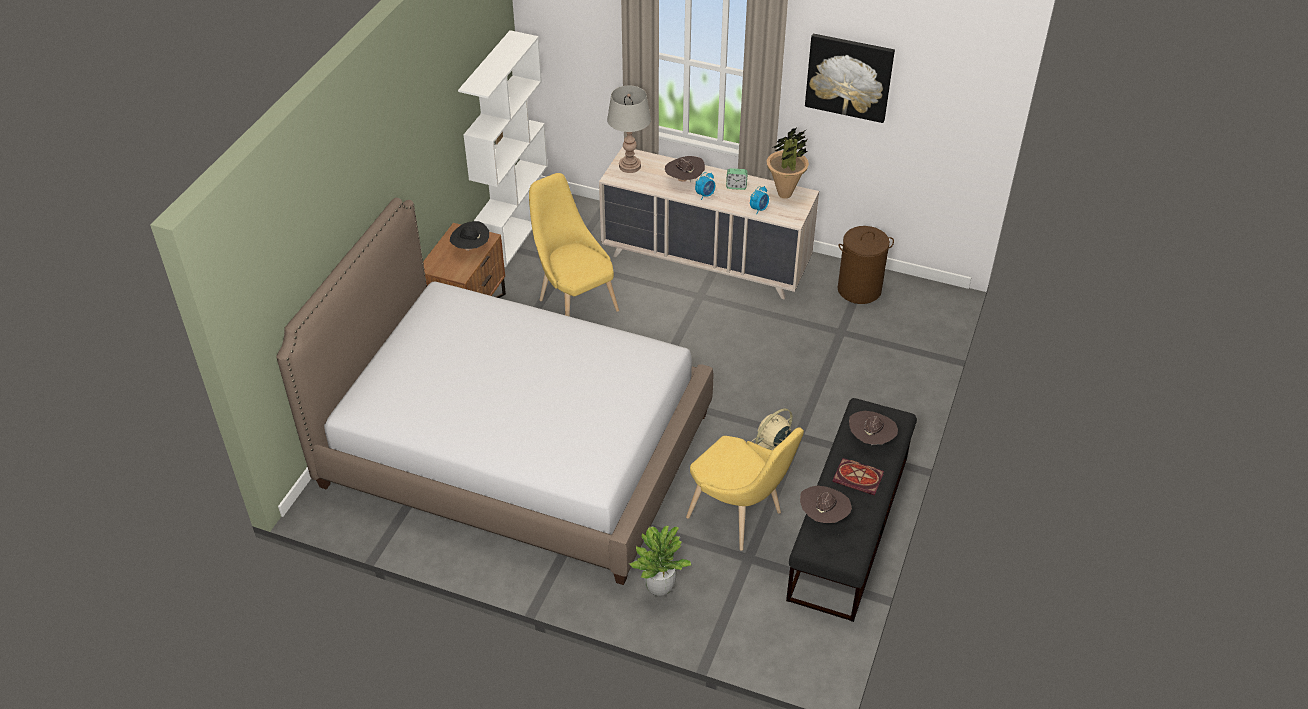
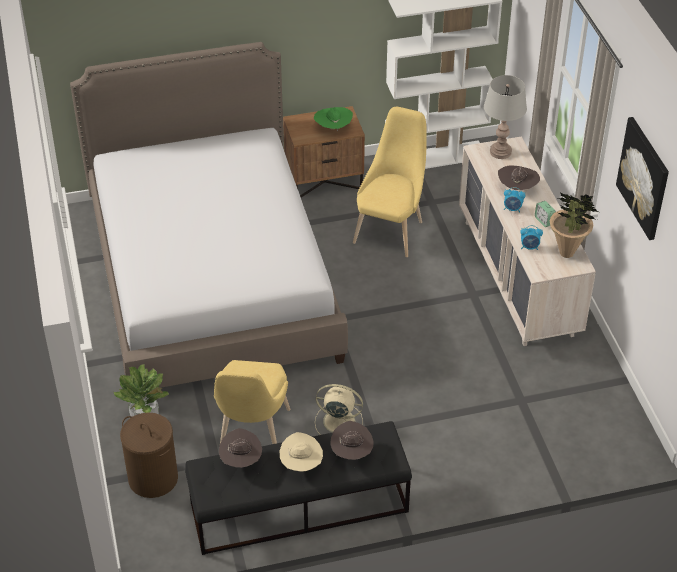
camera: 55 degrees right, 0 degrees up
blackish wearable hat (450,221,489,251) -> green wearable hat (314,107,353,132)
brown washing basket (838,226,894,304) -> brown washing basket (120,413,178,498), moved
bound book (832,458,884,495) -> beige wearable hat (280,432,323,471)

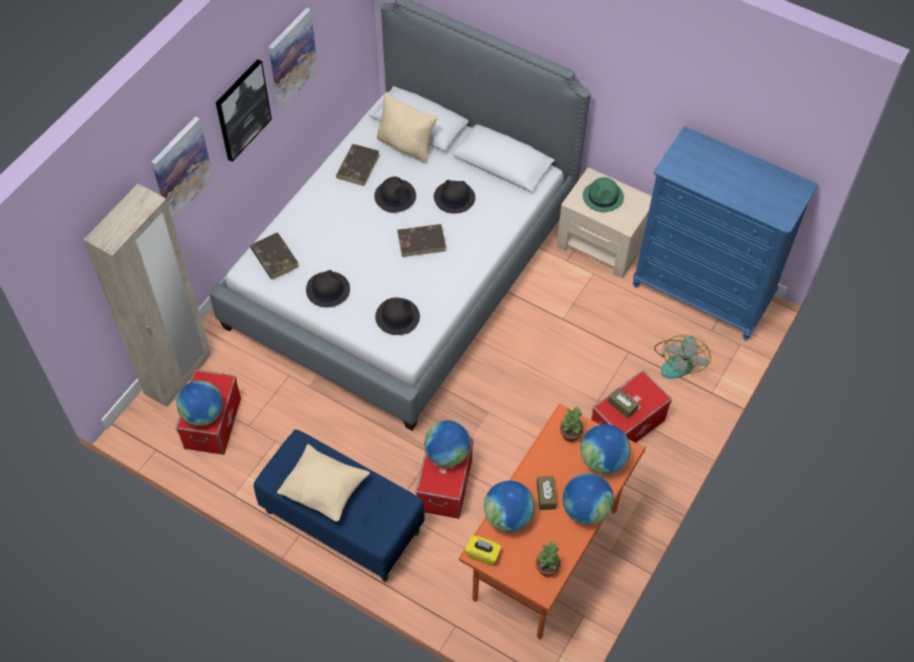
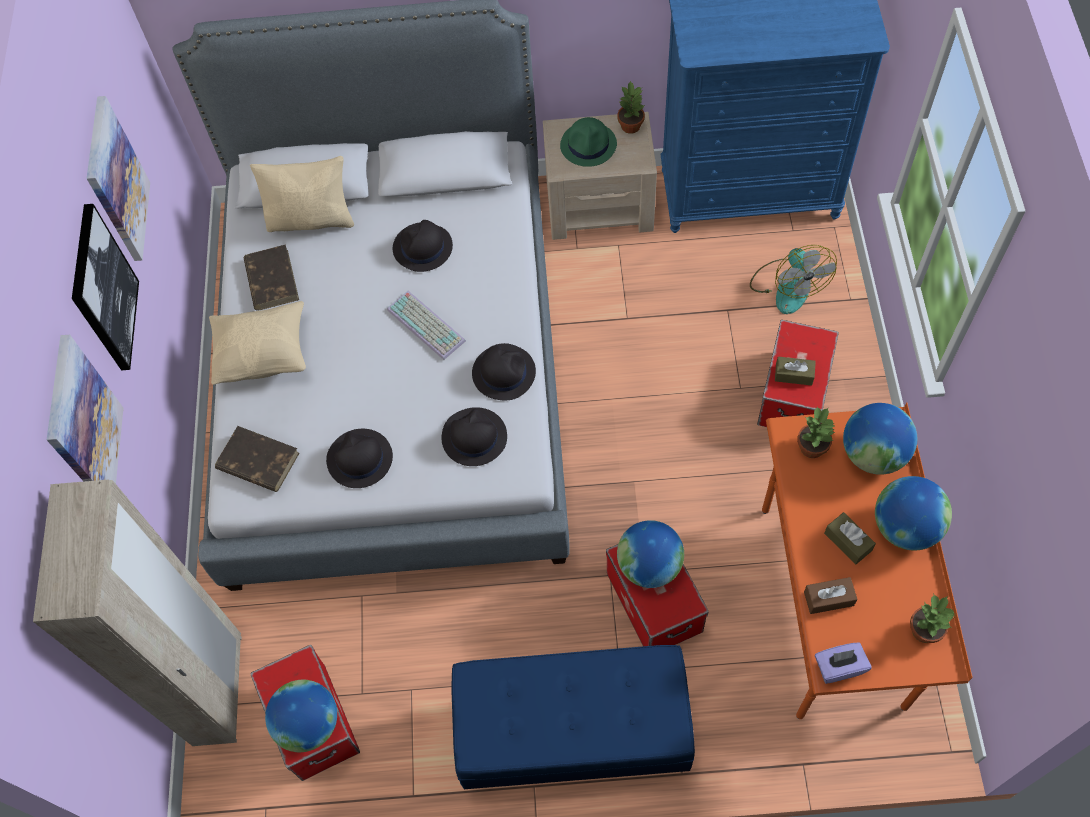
camera: 30 degrees left, 5 degrees up
blackish wearable hat (374,177,416,213) -> blackish wearable hat (472,343,536,400), moved
brown bound book (397,224,446,257) -> PC keyboard (387,291,466,360)
beige cushion (277,444,370,521) -> beige cushion (209,301,306,385), moved
desk globe (484,481,535,532) -> brown tissue holder (804,577,857,614)
yellowish tissue holder (465,535,502,565) -> purple-coloured tissue holder (815,642,872,684)
none -> plant in a pot (617,81,645,134)

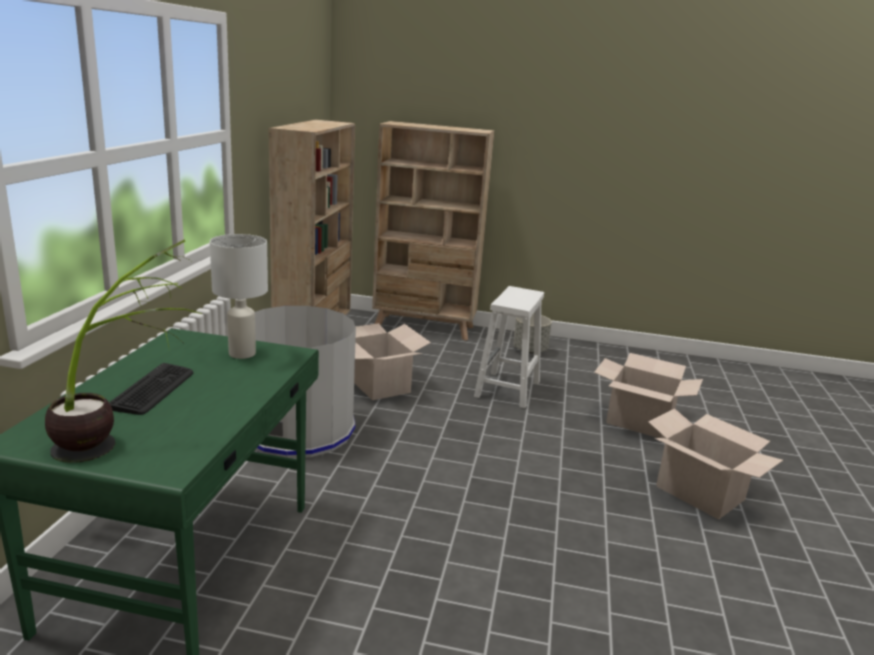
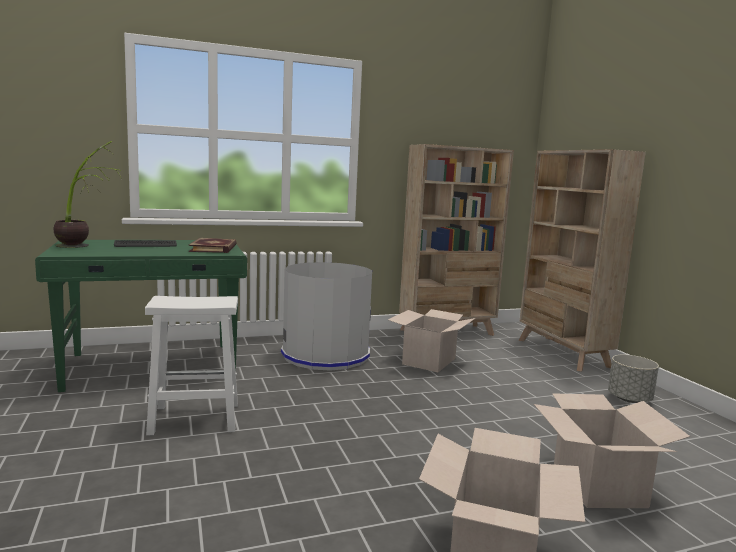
camera: 60 degrees right, 10 degrees down
whitish table lamp (210,234,268,359) -> bound book (189,238,237,253)
whitish sitting stool (474,286,544,408) -> whitish sitting stool (145,296,238,435), moved

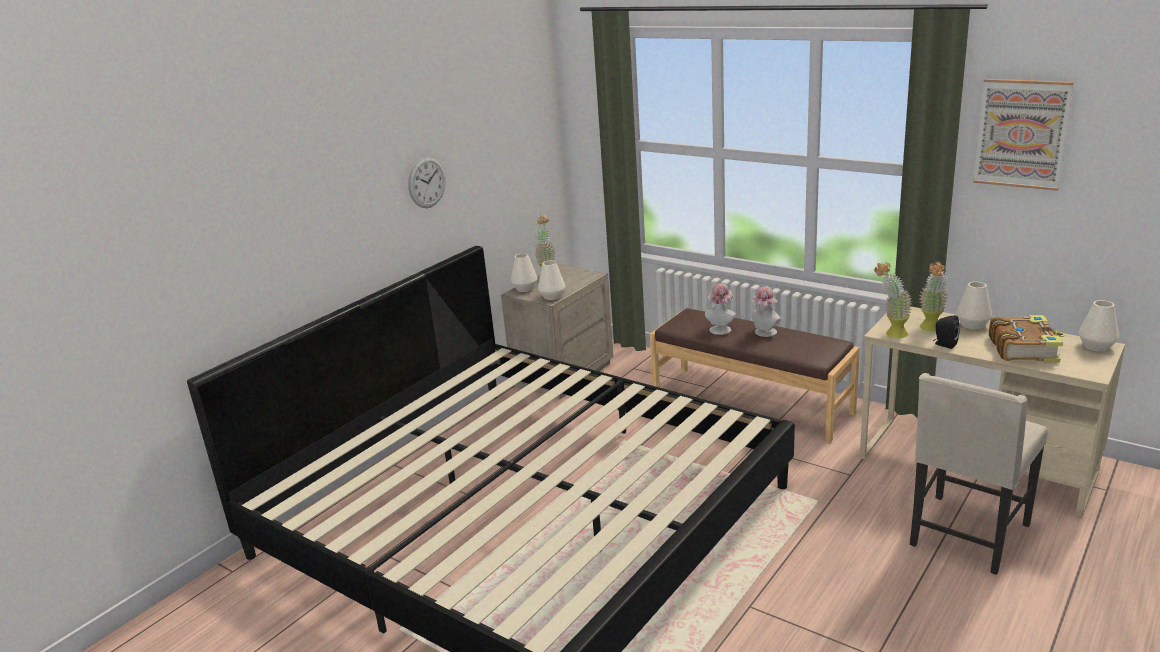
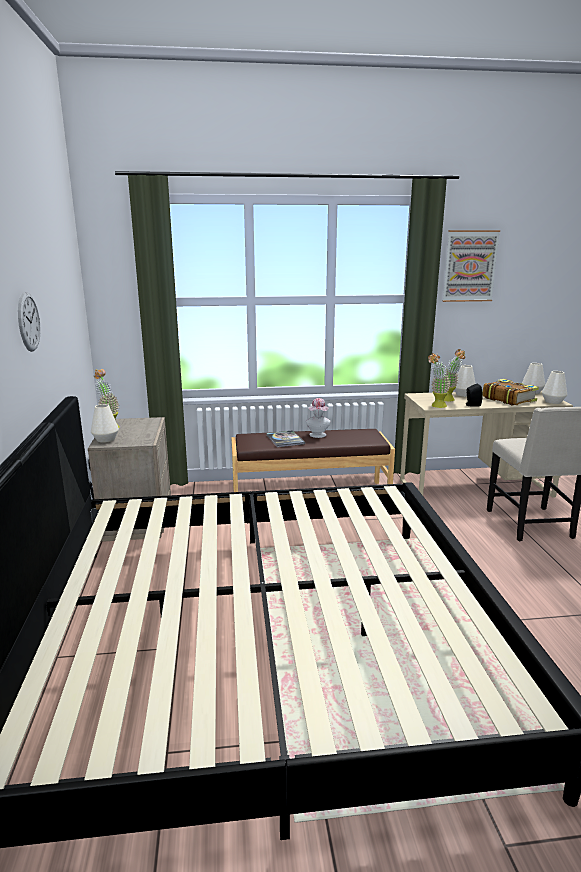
camera: 45 degrees left, 5 degrees down
whitish vase (538,260,565,300) -> whitish vase (542,371,567,404), moved
wearable hat (705,283,736,335) -> bound book (266,430,305,447)

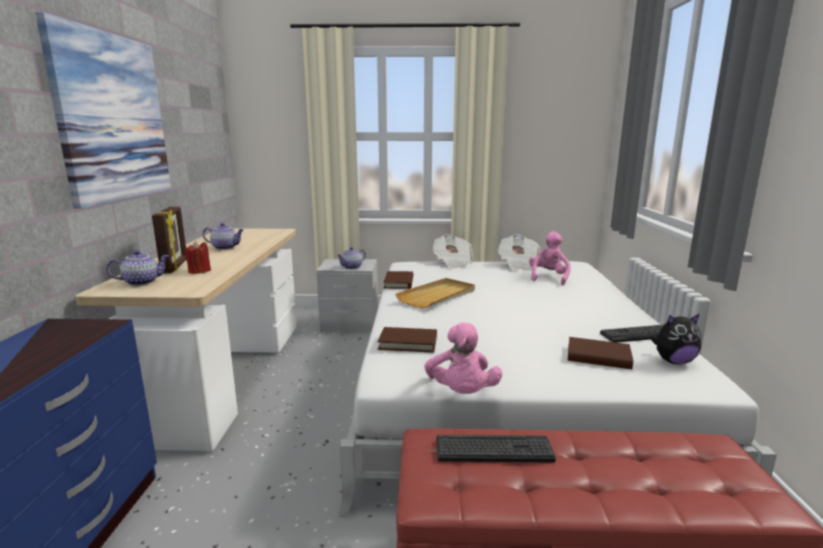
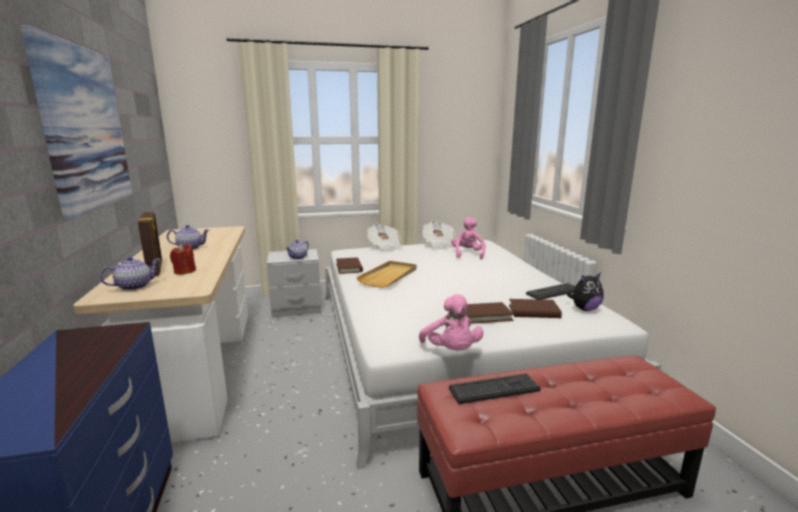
camera: 15 degrees left, 0 degrees up
brown bound book (378,327,437,353) -> brown bound book (465,302,514,324), moved

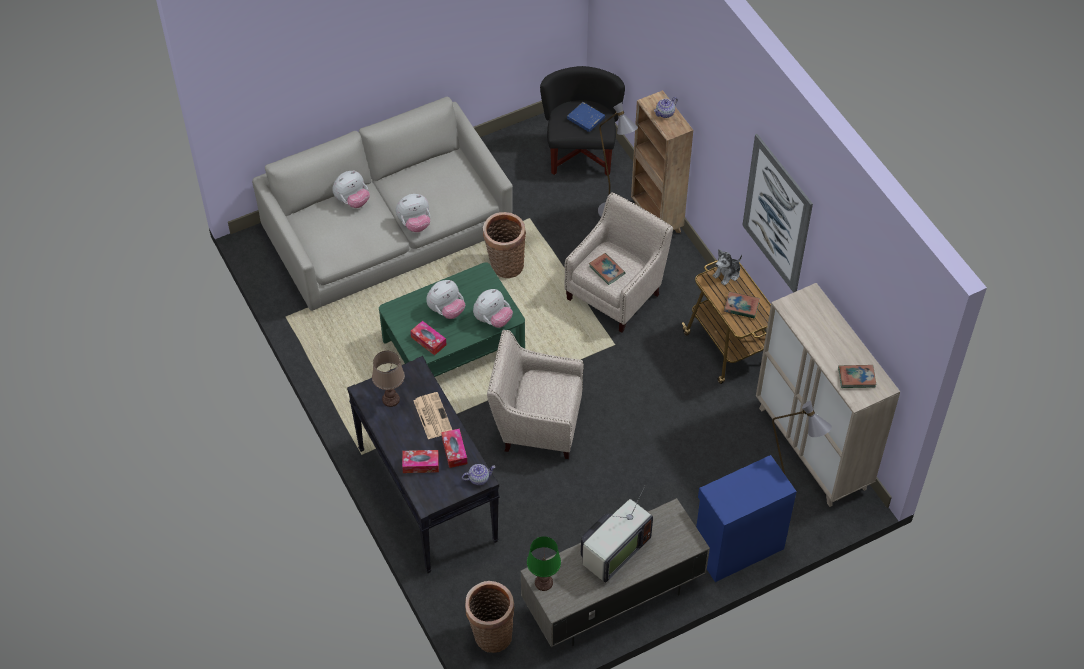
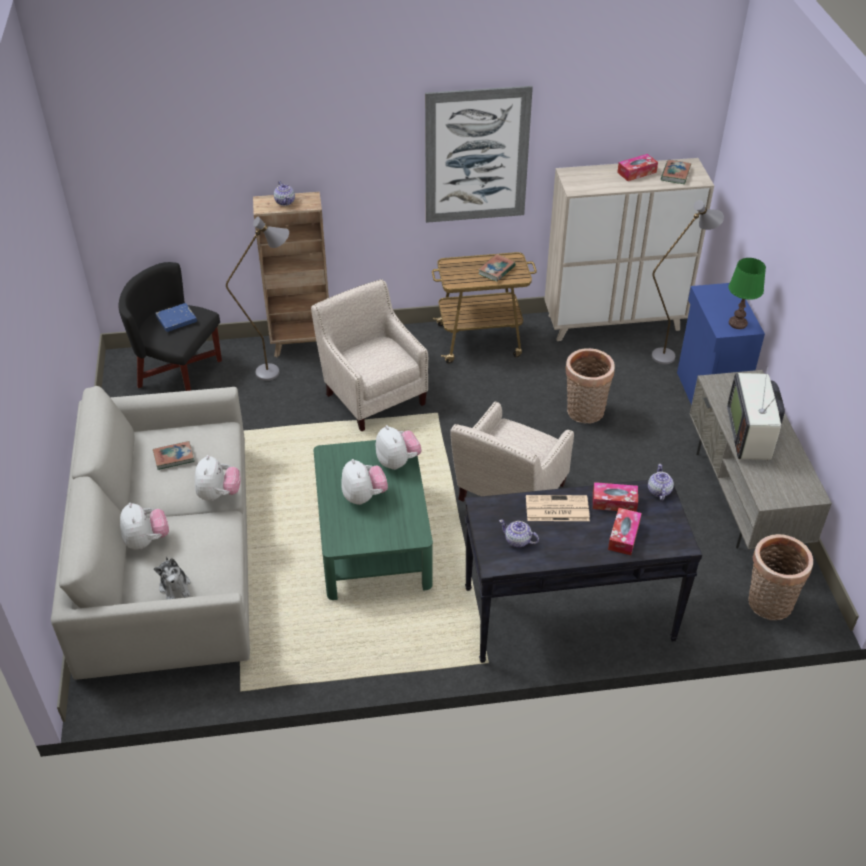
camera: 70 degrees left, 10 degrees down
storage basket (483,212,526,278) -> storage basket (566,348,615,424), moved
plush toy (713,249,742,286) -> plush toy (154,556,191,599), moved
bound book (589,253,625,285) -> bound book (153,441,195,470), moved
tissue holder (410,321,446,356) -> tissue holder (617,154,658,181), moved
brown table lamp (372,351,405,407) -> tea pot (499,520,539,547)
television (581,486,653,582) -> television (727,366,785,460), 150 degrees counterclockwise
green table lamp (527,536,561,591) -> green table lamp (728,258,766,329), moved

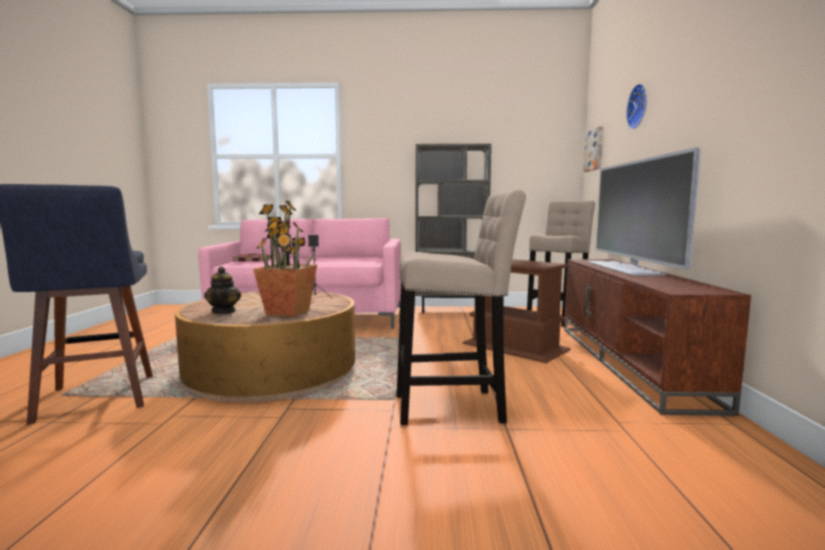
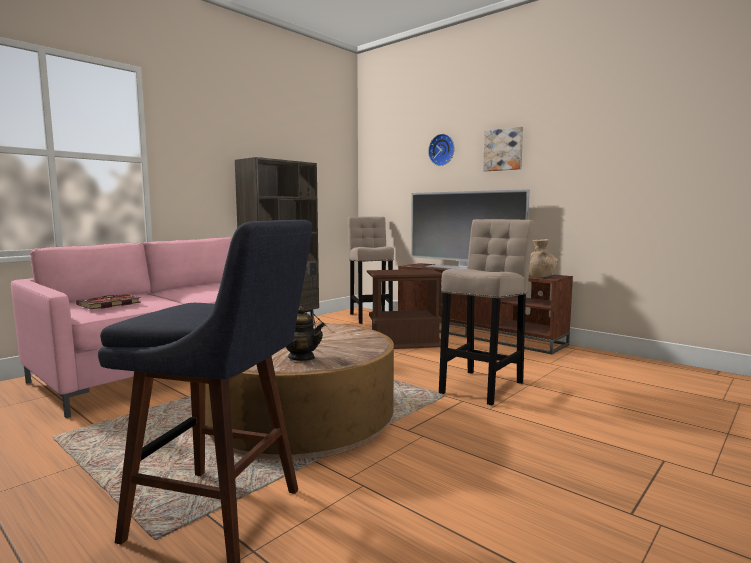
camera: 50 degrees left, 0 degrees up
wall art (583,127,603,172) -> wall art (483,127,523,171), moved
plant in a pot (253,201,317,317) -> none
none -> brown vase (529,239,558,277)

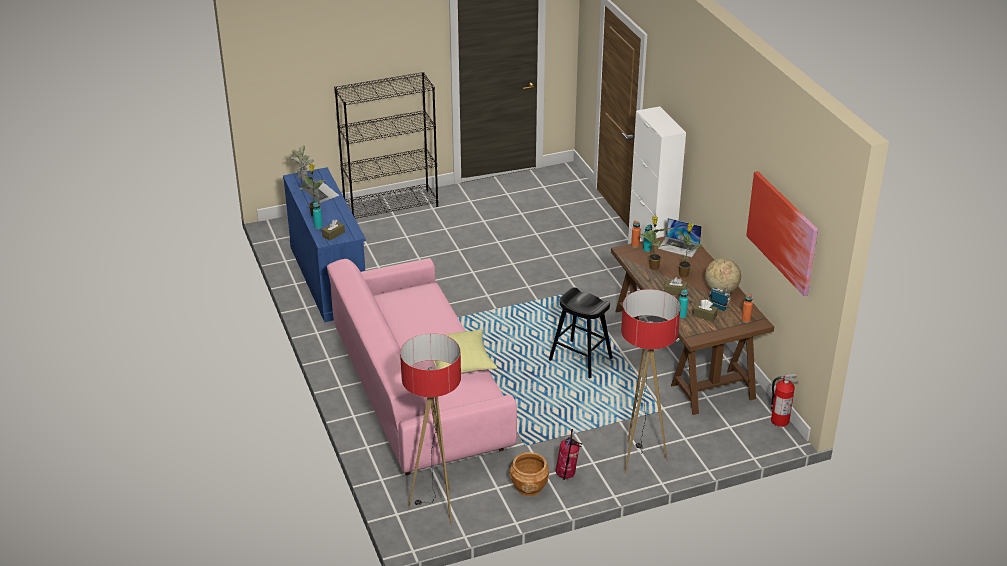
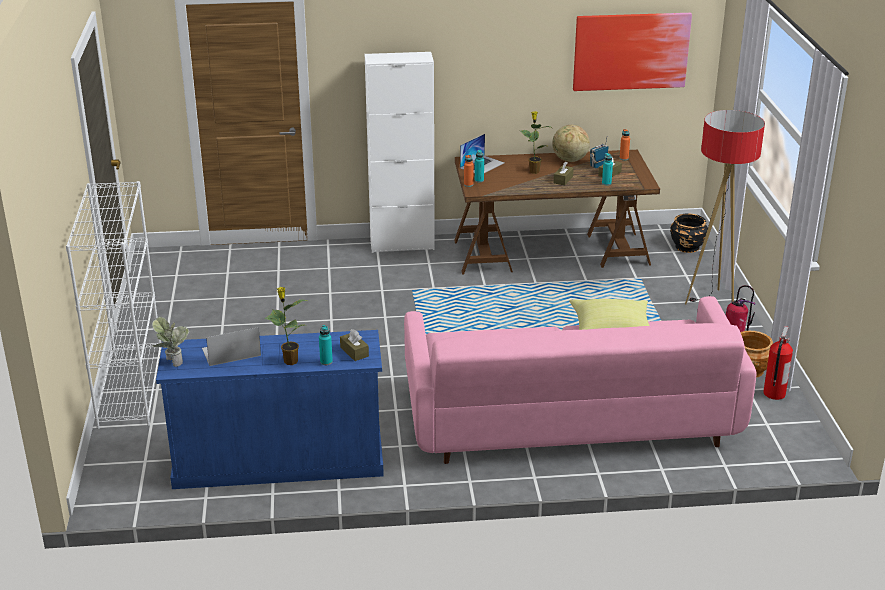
camera: 75 degrees left, 5 degrees down
blackish shelving unit (334,72,438,219) -> whitish shelving unit (66,181,162,429)
plant in a pot (640,216,672,270) -> none
blackish sitting stool (549,288,613,378) -> none
standard lamp (400,333,461,524) -> none
extinguisher (771,374,798,427) -> extinguisher (763,326,793,400), moved
none -> blackish planter (670,213,708,253)

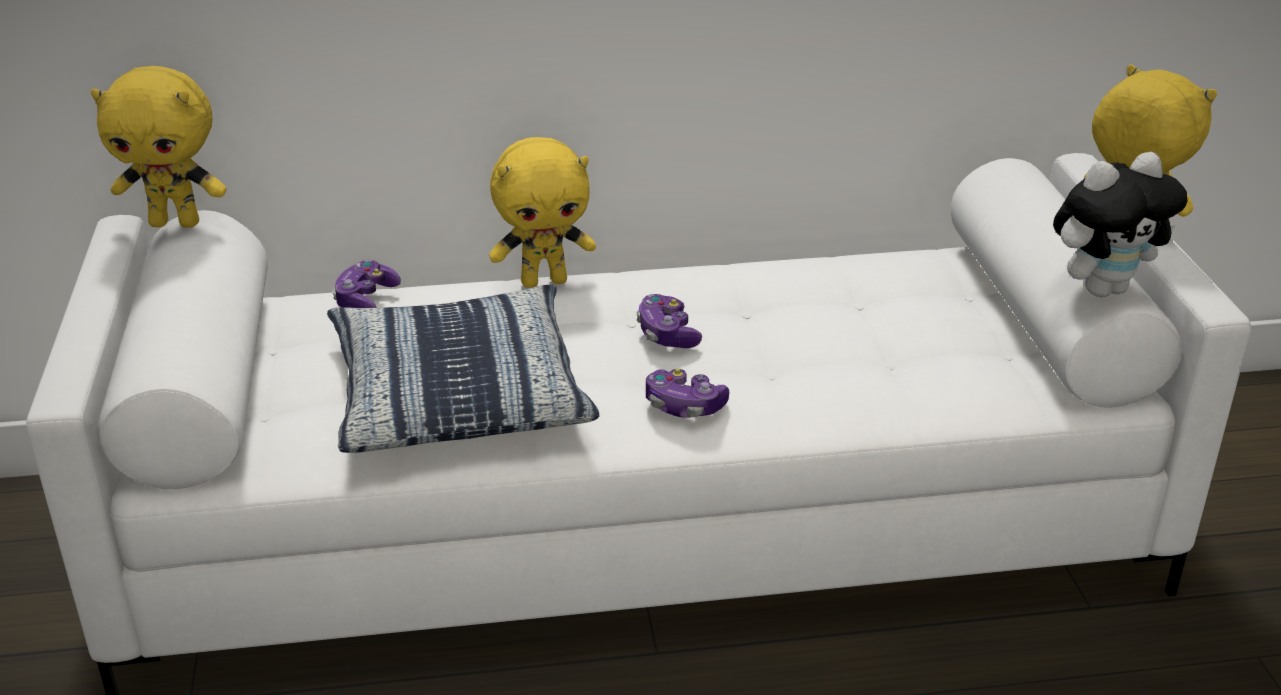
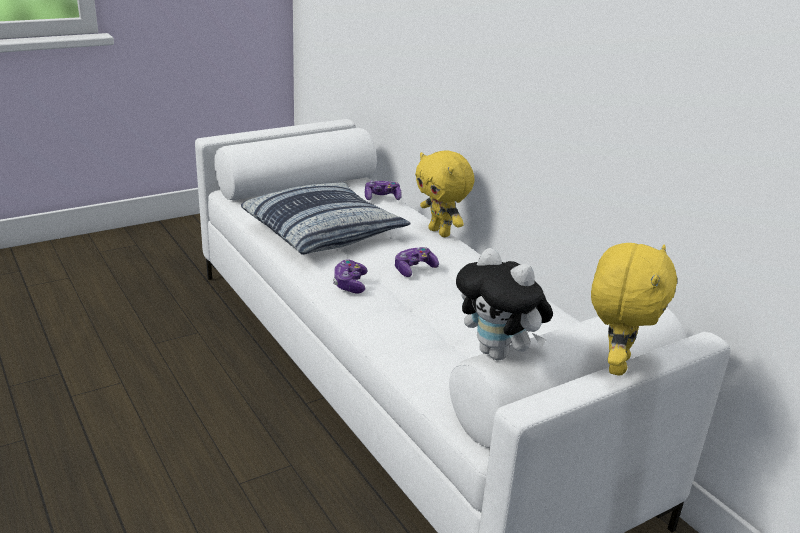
camera: 65 degrees right, 5 degrees down
yellowish plush toy (91,66,227,228) -> none

